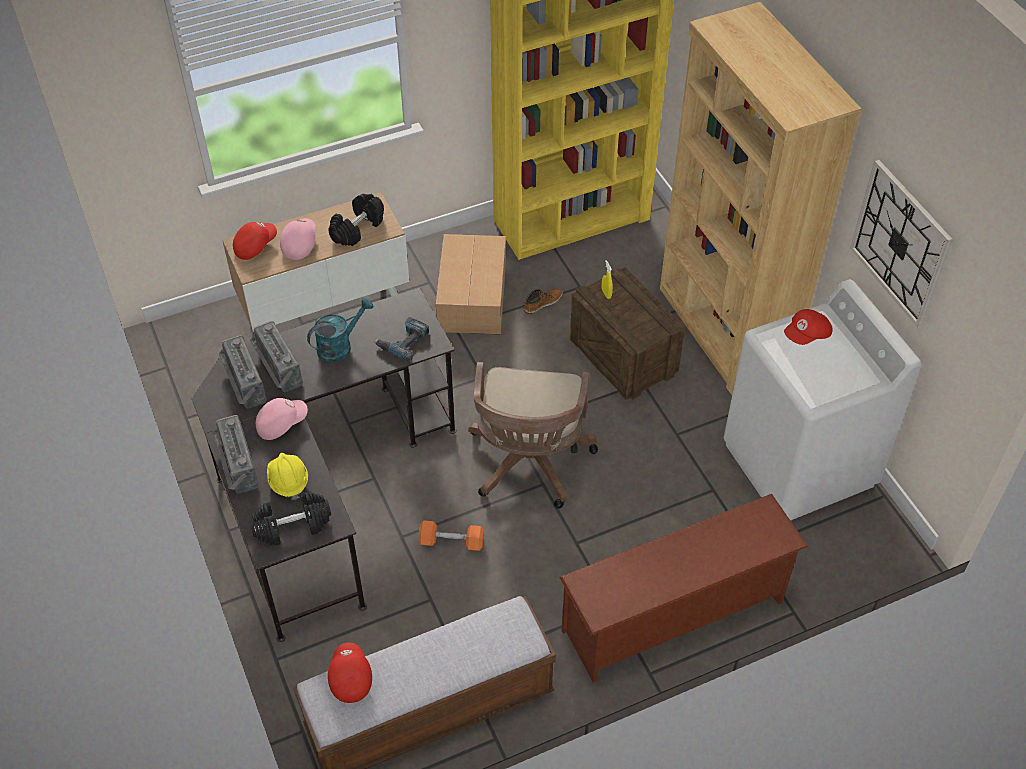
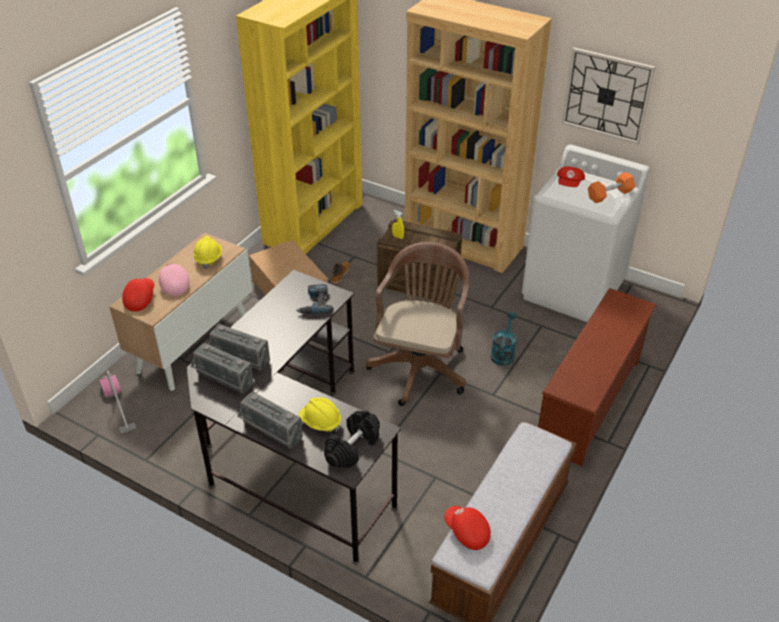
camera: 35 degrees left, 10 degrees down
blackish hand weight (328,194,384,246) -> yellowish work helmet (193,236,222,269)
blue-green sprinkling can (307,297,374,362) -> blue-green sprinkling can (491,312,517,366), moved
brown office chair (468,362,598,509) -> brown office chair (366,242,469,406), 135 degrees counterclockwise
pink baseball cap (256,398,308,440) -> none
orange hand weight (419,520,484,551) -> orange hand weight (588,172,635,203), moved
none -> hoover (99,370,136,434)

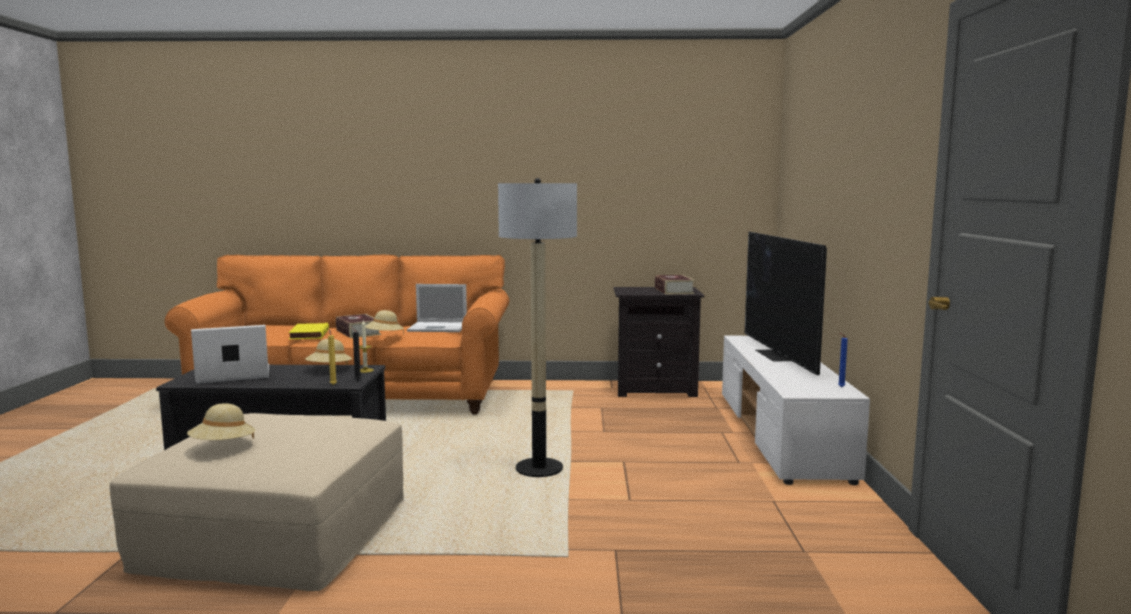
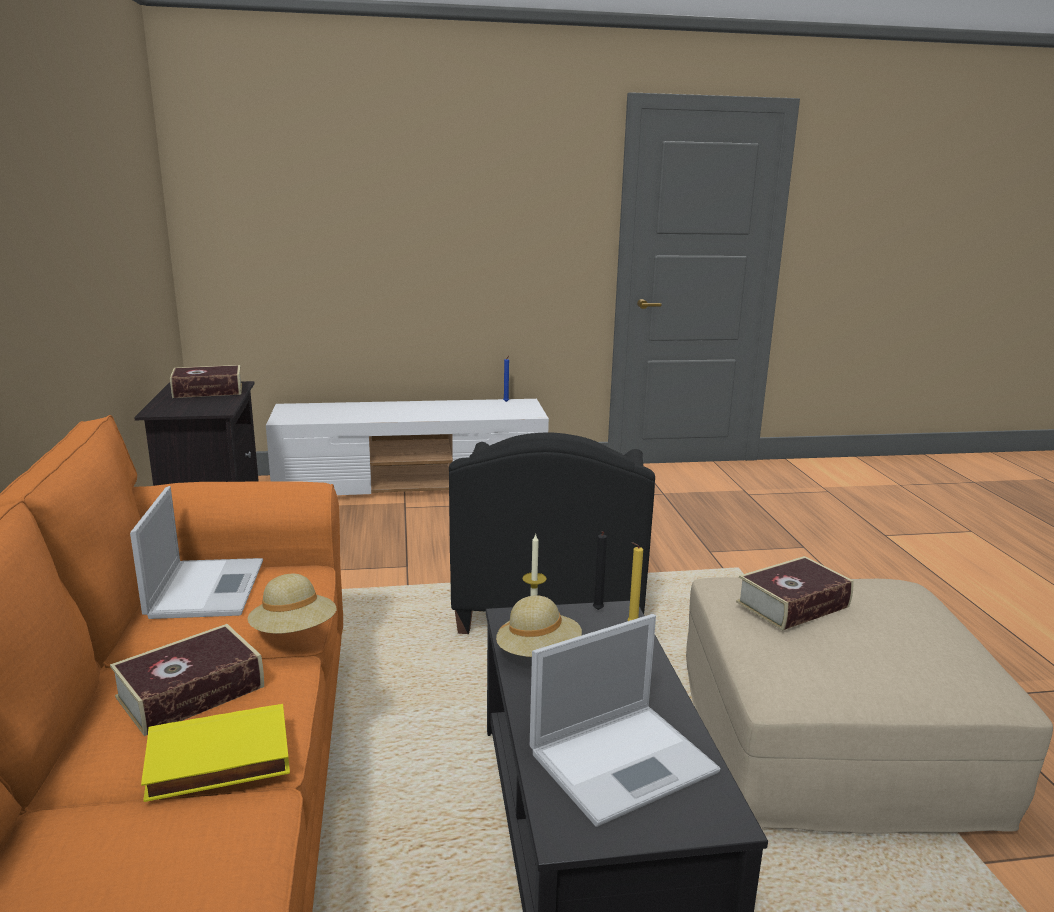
camera: 100 degrees left, 10 degrees up
standard lamp (498,178,577,477) -> blackish lounge chair (449,433,655,634)
television (745,232,827,375) -> none
laptop (191,325,269,384) -> laptop (530,614,720,827), 90 degrees counterclockwise
beige wearable hat (187,403,255,440) -> none
none -> bound book (736,556,854,631)

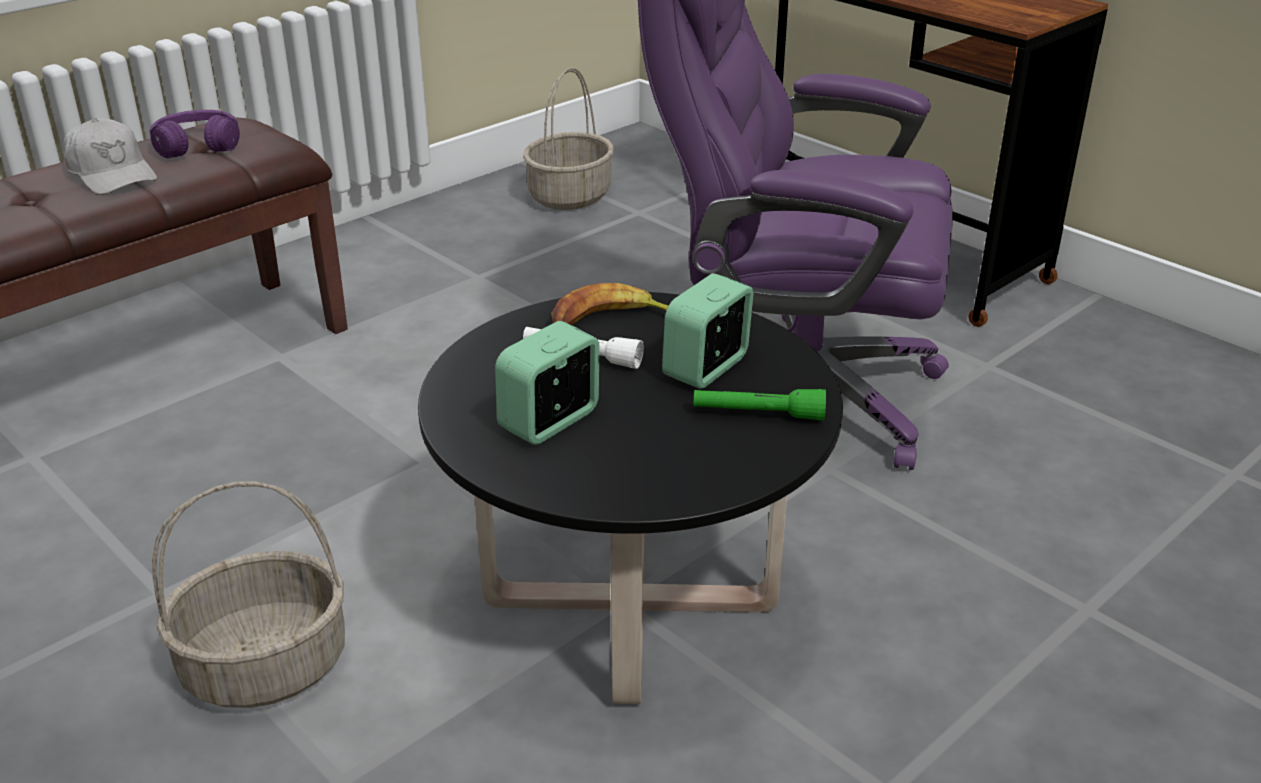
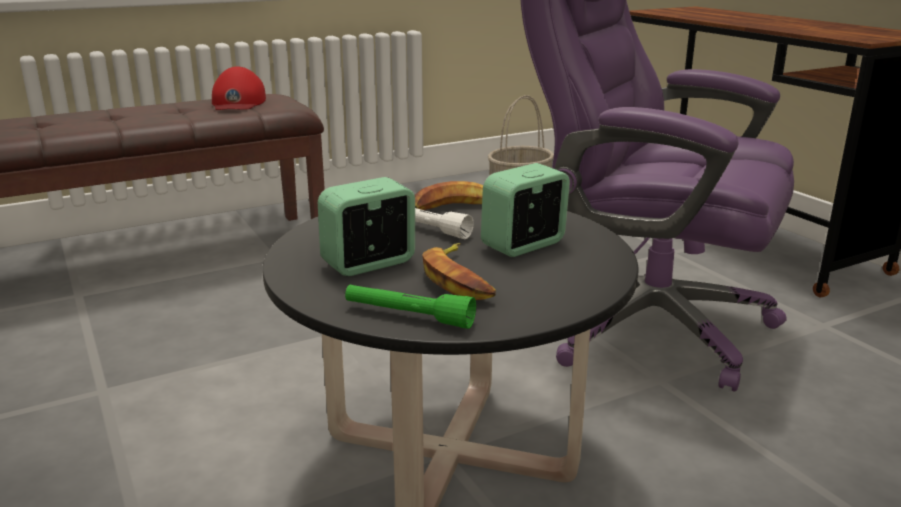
camera: 15 degrees right, 10 degrees down
purple-coloured pair of headphones (150,110,240,158) -> red-coloured baseball cap (212,66,266,110)
whitish baseball cap (63,118,157,195) -> none
green flashlight (693,389,826,420) -> green flashlight (345,285,476,329), moved
storage basket (152,481,345,708) -> none
none -> whole banana (422,243,496,300)

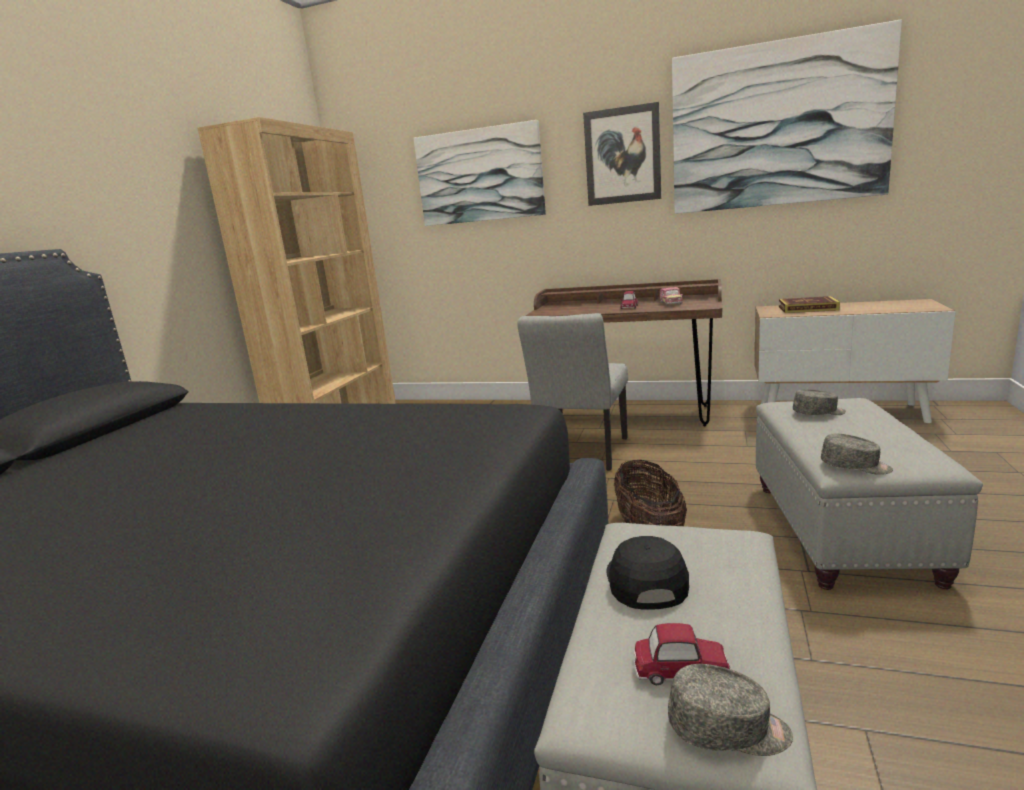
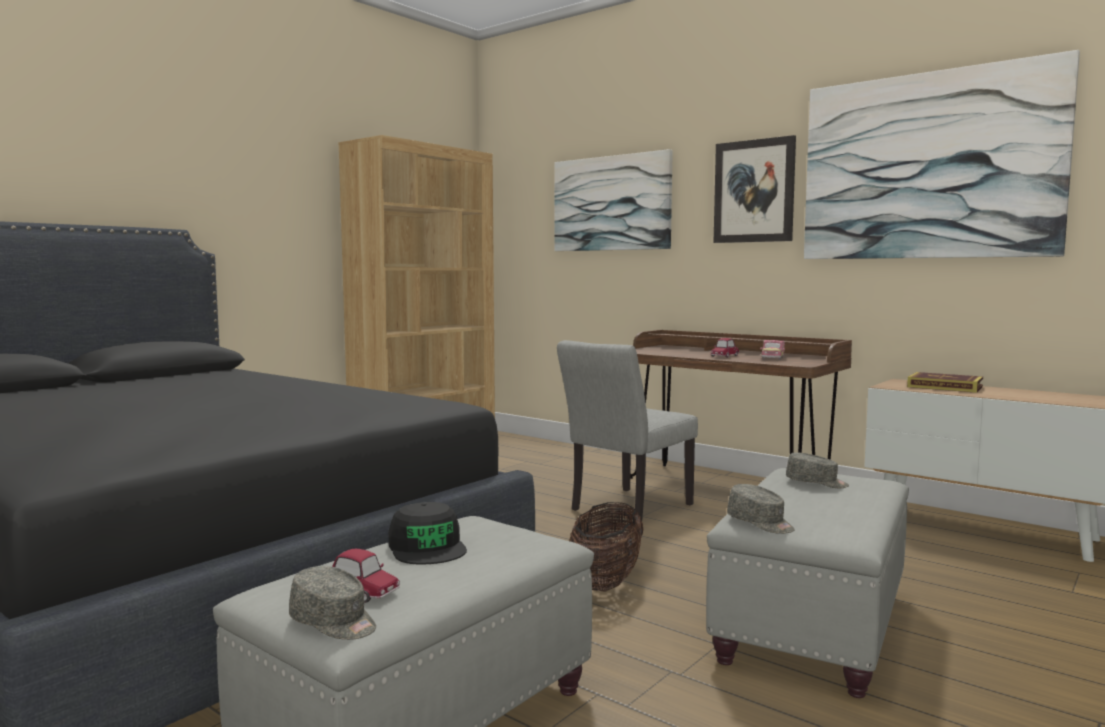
camera: 20 degrees right, 10 degrees down
blackish baseball cap (606,536,689,610) -> blackish baseball cap (388,502,467,564), 135 degrees clockwise

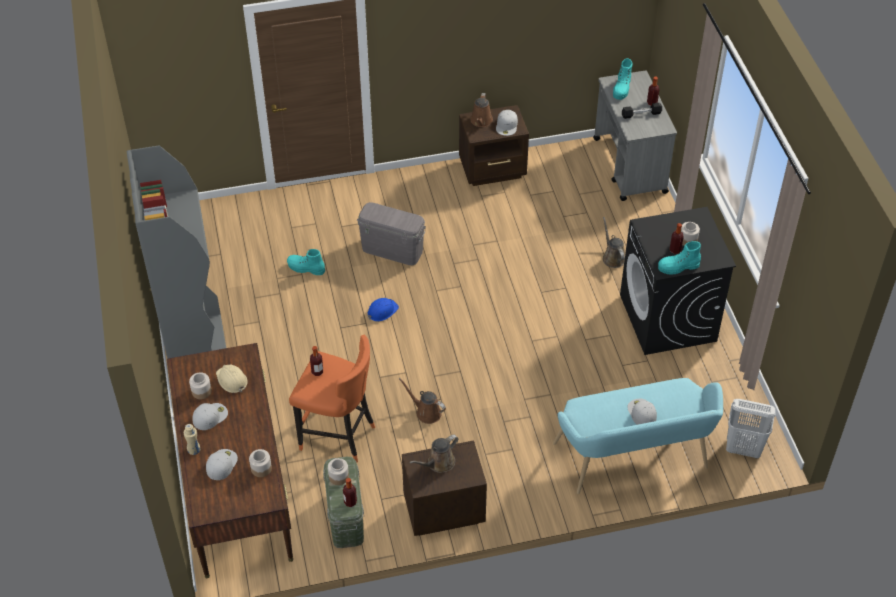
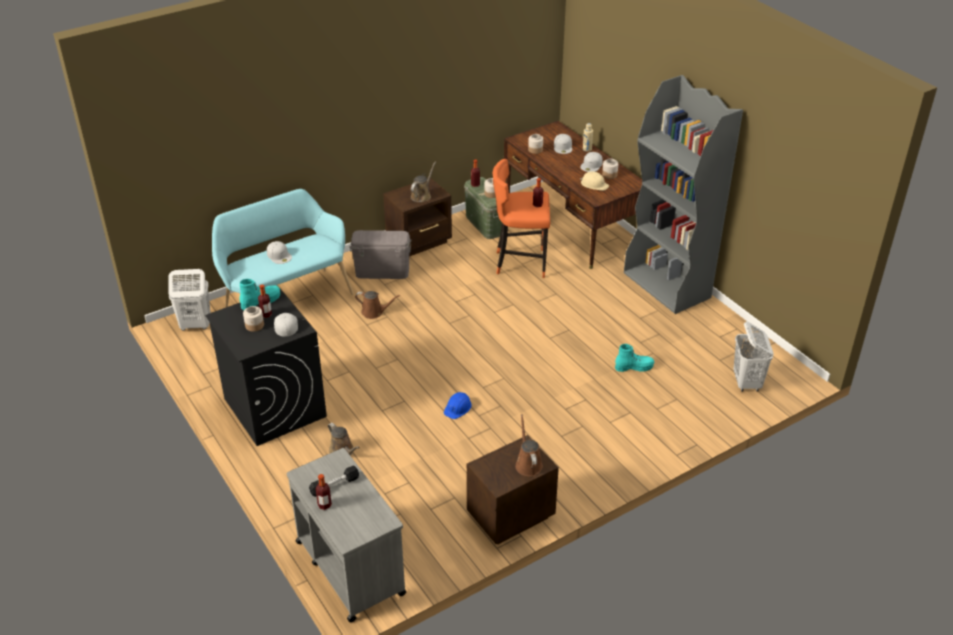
camera: 160 degrees right, 10 degrees down
blue-green high-top boot (613,58,633,100) -> none
whitish baseball cap (496,110,518,136) -> whitish baseball cap (274,313,298,337), moved
grey storage box (357,202,426,265) -> grey storage box (350,230,411,279), moved
blue-coloured work helmet (368,298,399,321) -> blue-coloured work helmet (444,392,472,419), moved
brown sprinkling can (399,378,446,424) -> brown sprinkling can (355,291,400,319), moved
none -> whitish washing basket (733,321,773,392)

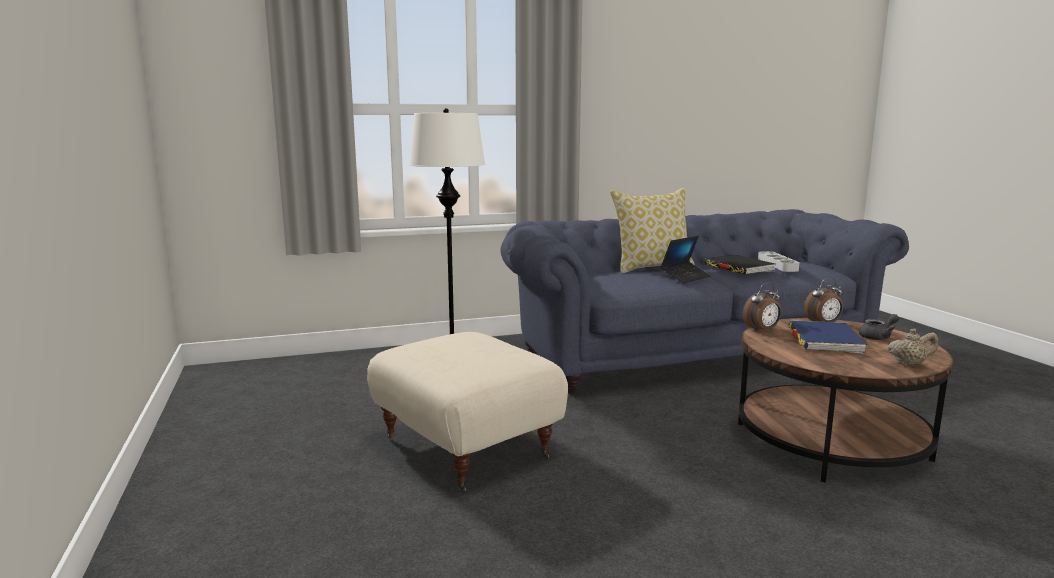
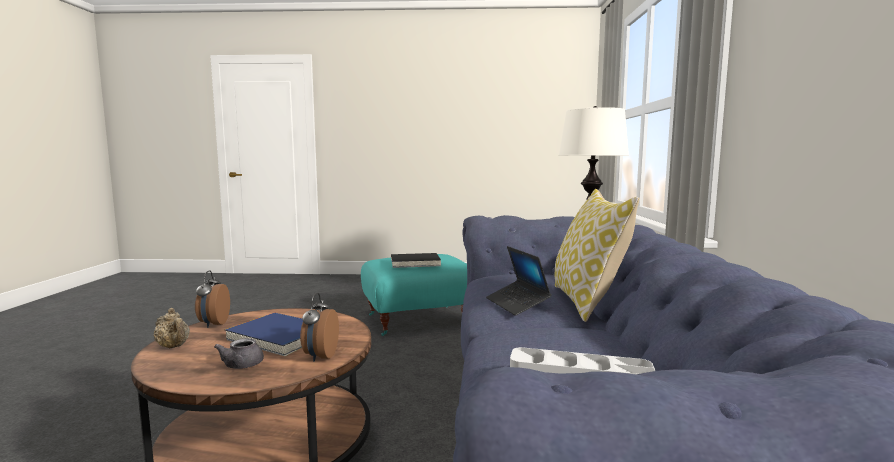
camera: 110 degrees right, 5 degrees down
blackish bound book (705,255,775,274) -> blackish bound book (391,253,441,268), moved
table clock (743,283,781,332) -> table clock (195,270,230,328), moved
beige tea pot (887,329,939,366) -> beige tea pot (153,308,190,349), 60 degrees counterclockwise
beige ottoman (367,332,568,492) -> blue-green ottoman (361,254,467,336)

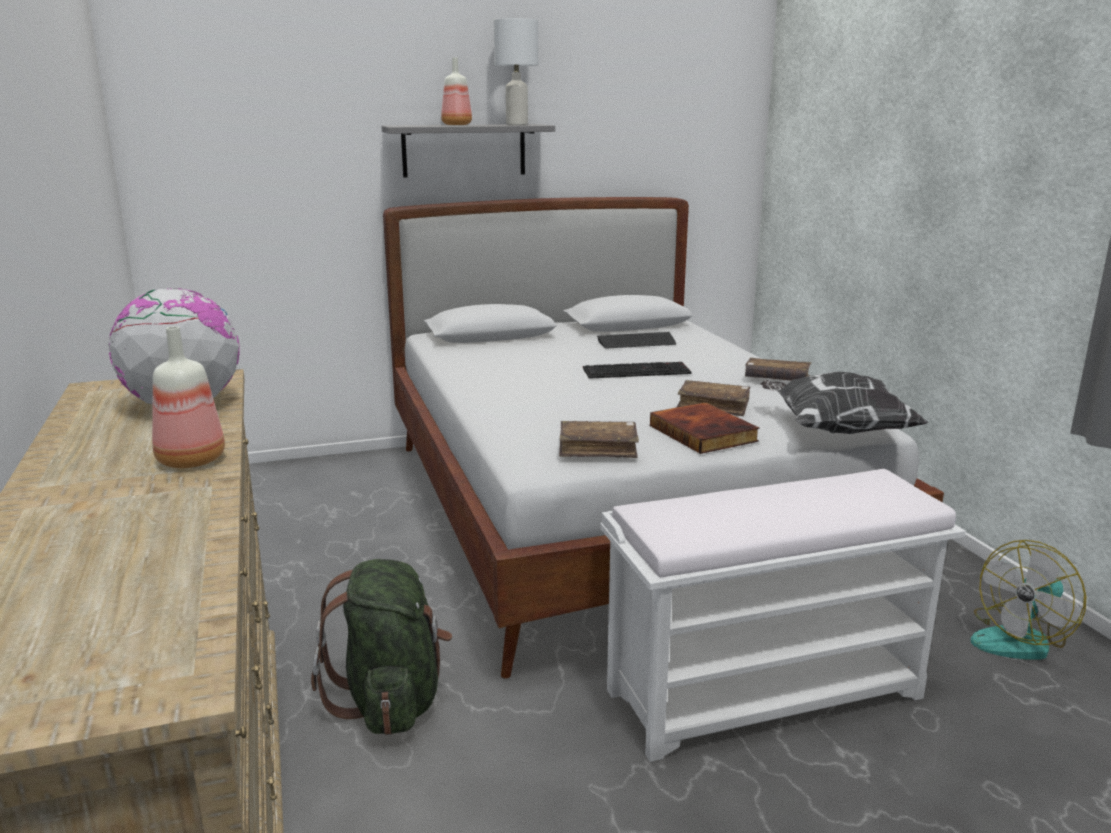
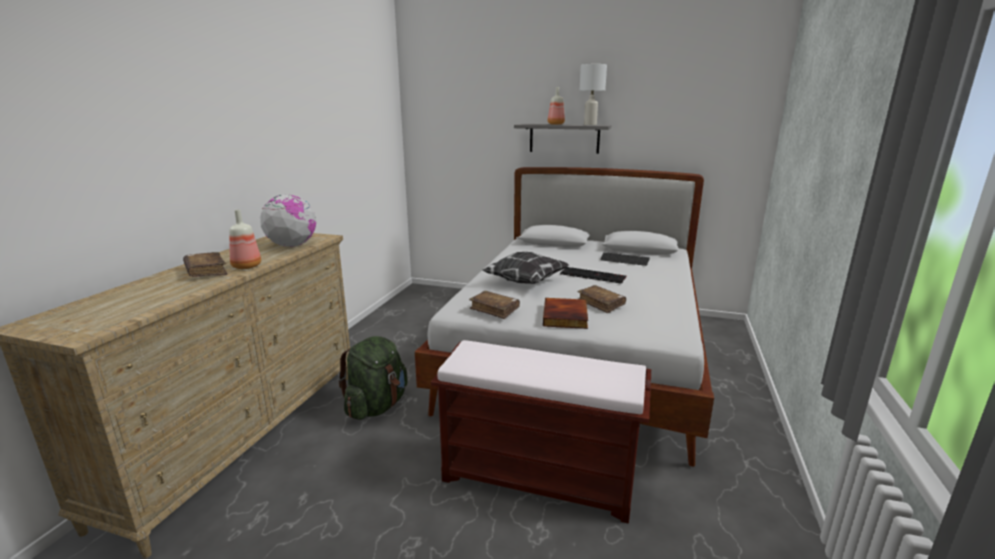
camera: 35 degrees right, 0 degrees up
brown bound book (745,358,811,381) -> brown bound book (183,252,228,277), moved
cushion (760,371,929,434) -> cushion (482,252,569,284), moved
whitish bench (600,469,966,762) -> brown bench (431,340,651,523)
cooling fan (970,540,1086,660) -> none

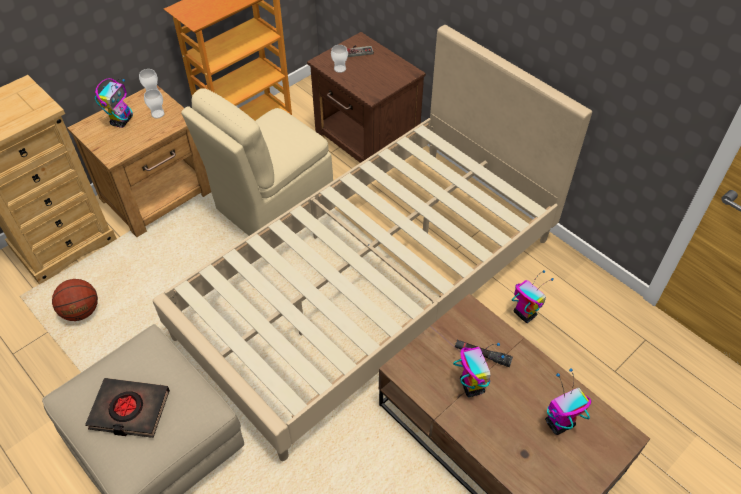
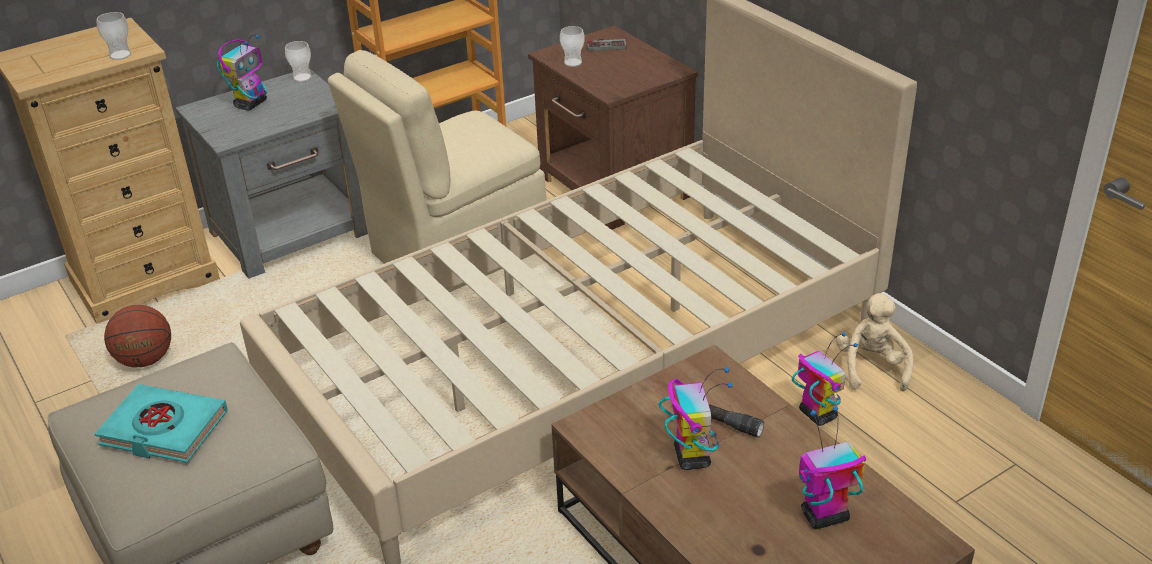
camera: 10 degrees right, 15 degrees down
brown nightstand (67,85,211,237) -> grey nightstand (175,68,368,279)
cup (144,89,165,119) -> cup (97,12,131,60), moved
blackish bound book (85,378,170,438) -> blue-green bound book (95,384,228,463)
none -> beige plush toy (836,293,914,391)

